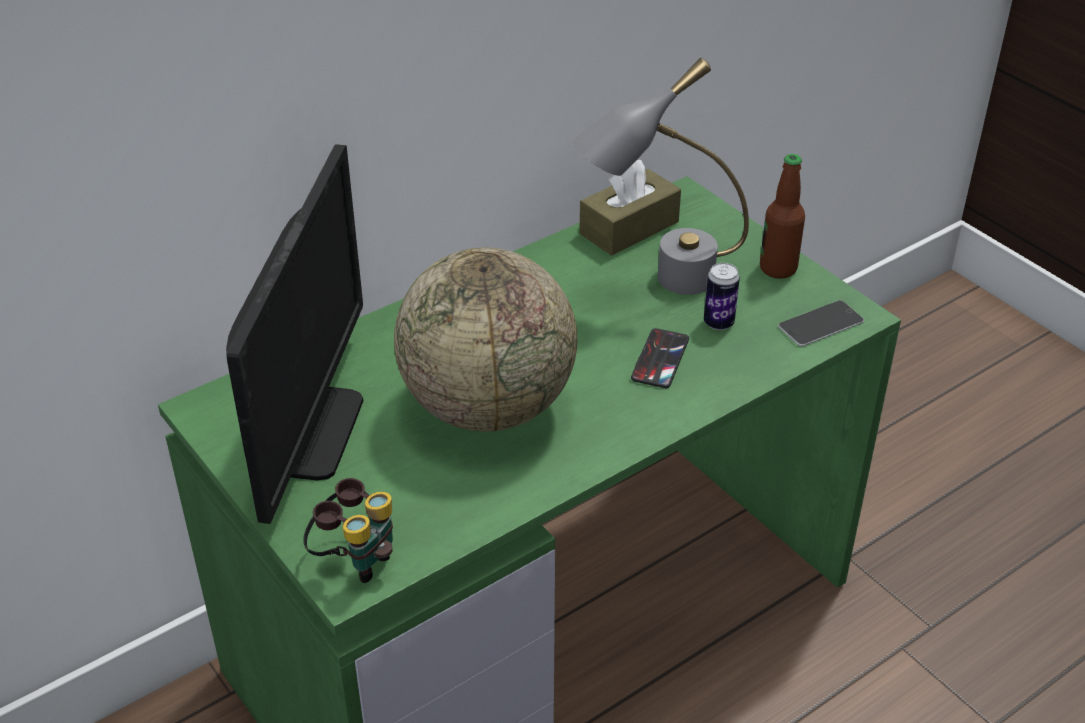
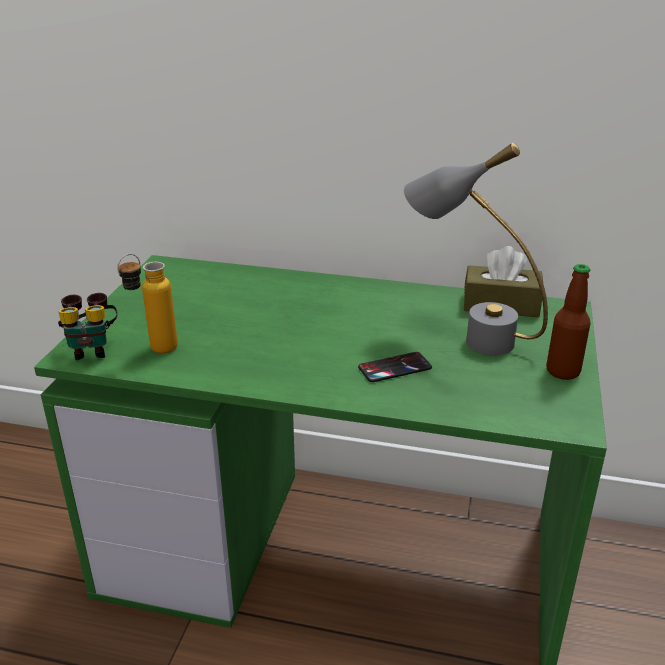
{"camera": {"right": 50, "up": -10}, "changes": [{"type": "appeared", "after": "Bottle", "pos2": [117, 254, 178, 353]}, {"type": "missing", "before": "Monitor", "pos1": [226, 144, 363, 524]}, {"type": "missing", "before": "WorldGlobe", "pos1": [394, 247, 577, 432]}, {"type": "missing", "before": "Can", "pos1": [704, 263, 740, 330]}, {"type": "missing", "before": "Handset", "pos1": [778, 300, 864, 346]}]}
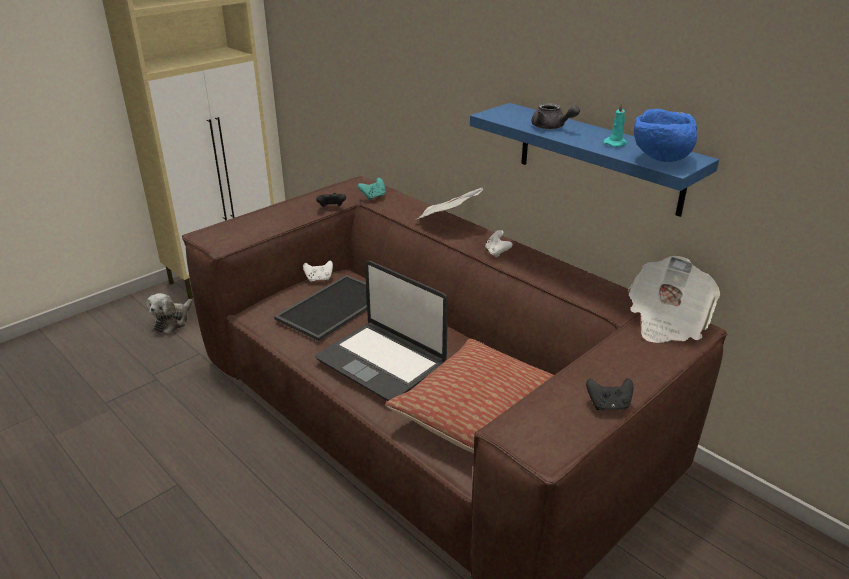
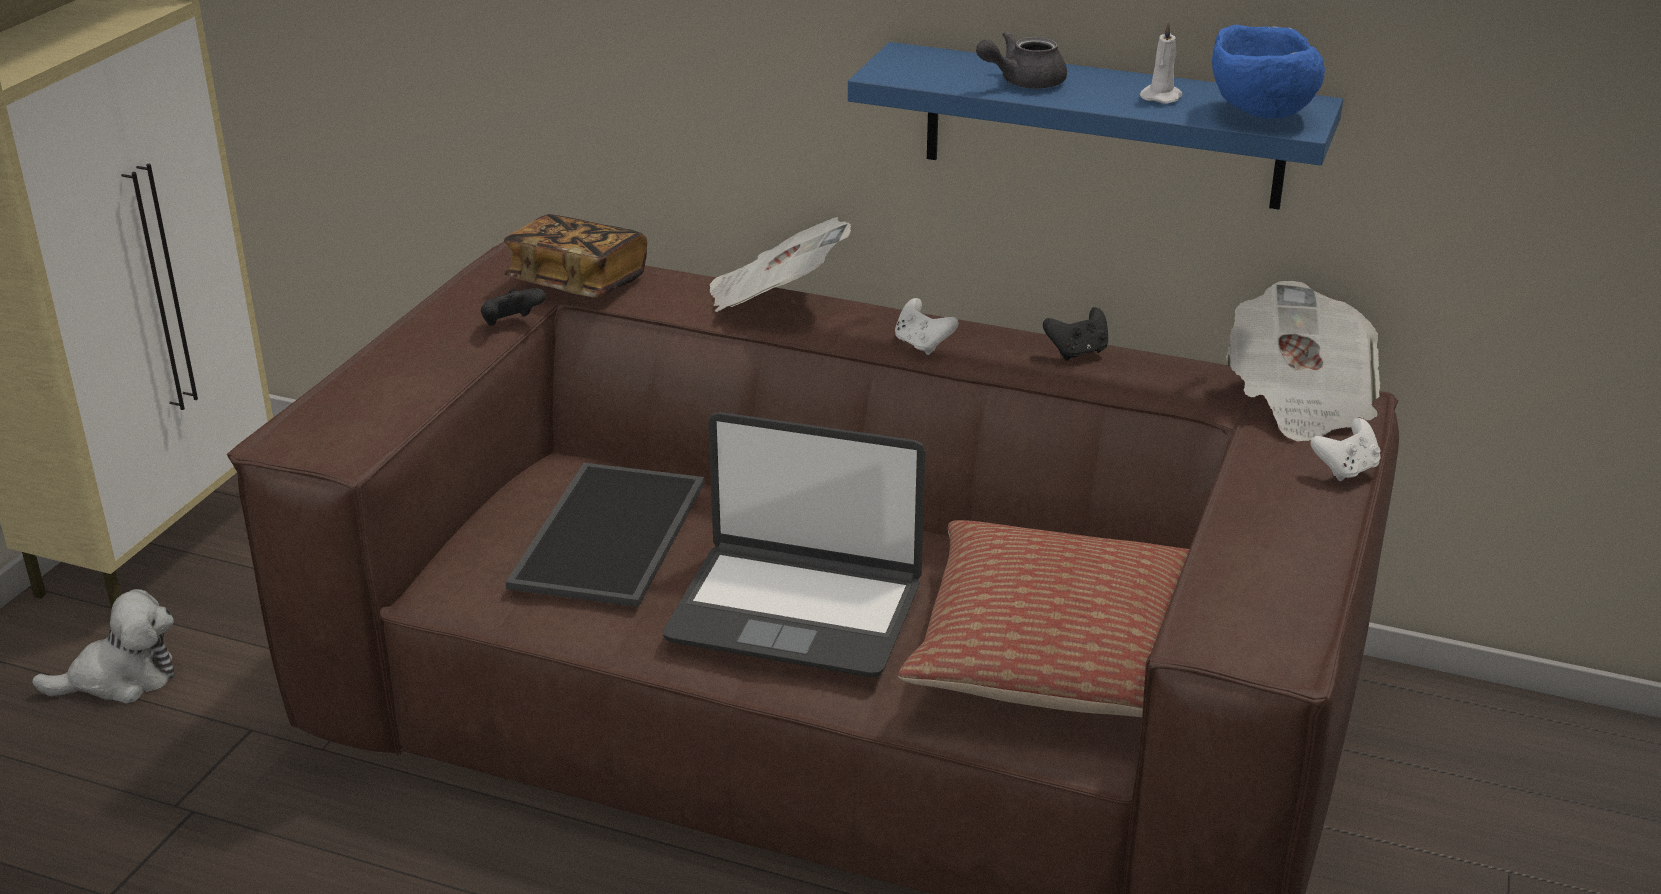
{"camera": {"right": -25, "up": 0}, "changes": [{"type": "spun", "before": "CuddlyToy", "pos1": [147, 293, 193, 334], "pos2": [32, 589, 174, 704], "turn": -105}, {"type": "exchanged", "before": "BlueGreenGameController", "after": "Volume", "pos1": [358, 178, 386, 200], "pos2": [504, 214, 647, 298]}, {"type": "spun", "before": "GrayTeapot", "pos1": [531, 103, 580, 129], "pos2": [976, 31, 1067, 89], "turn": 135}, {"type": "relocated", "before": "BlackGameController", "pos1": [586, 378, 633, 410], "pos2": [1043, 307, 1108, 361]}, {"type": "colour", "before": "BlueGreenWaxLight", "after": "WhiteWaxLight", "pos1": [604, 102, 628, 147], "pos2": [1140, 21, 1182, 104]}, {"type": "relocated", "before": "WhiteGameController", "pos1": [303, 260, 333, 282], "pos2": [1311, 418, 1381, 481]}]}
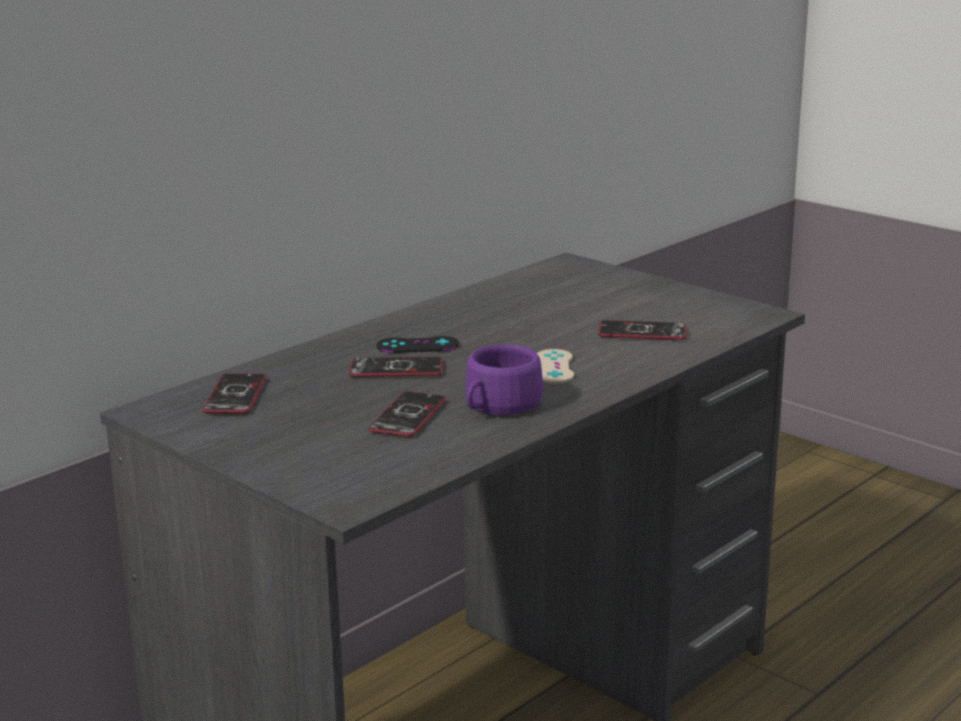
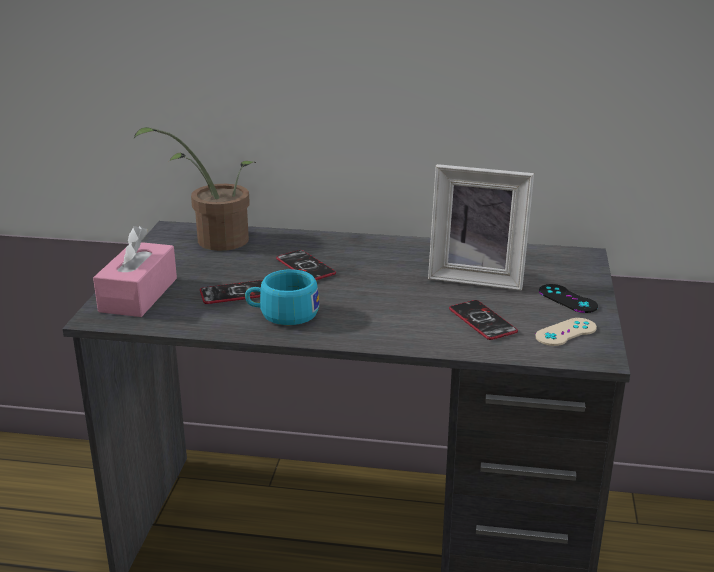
{"camera": {"right": 55, "up": 5}, "changes": [{"type": "appeared", "after": "PinkColouredTissueBox", "pos2": [93, 226, 177, 317]}, {"type": "exchanged", "before": "Handset", "after": "Houseplant", "pos1": [202, 373, 266, 414], "pos2": [134, 127, 256, 251]}, {"type": "colour", "before": "PurplishDrinkingCup", "after": "BlueGreenDrinkingCup", "pos1": [465, 344, 543, 415], "pos2": [245, 269, 319, 325]}, {"type": "appeared", "after": "StandingFrame", "pos2": [428, 164, 534, 291]}, {"type": "relocated", "before": "SandColouredGameController", "pos1": [537, 349, 574, 384], "pos2": [535, 318, 597, 346]}, {"type": "relocated", "before": "BlackGameController", "pos1": [376, 336, 459, 353], "pos2": [539, 284, 598, 313]}]}
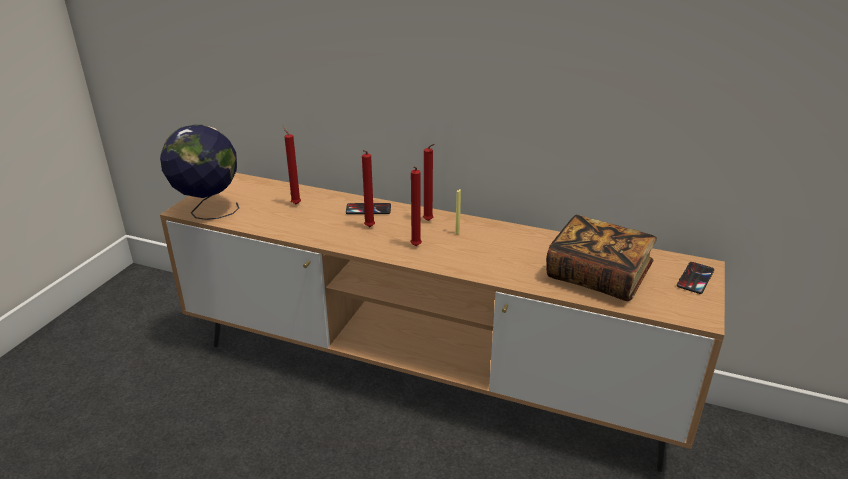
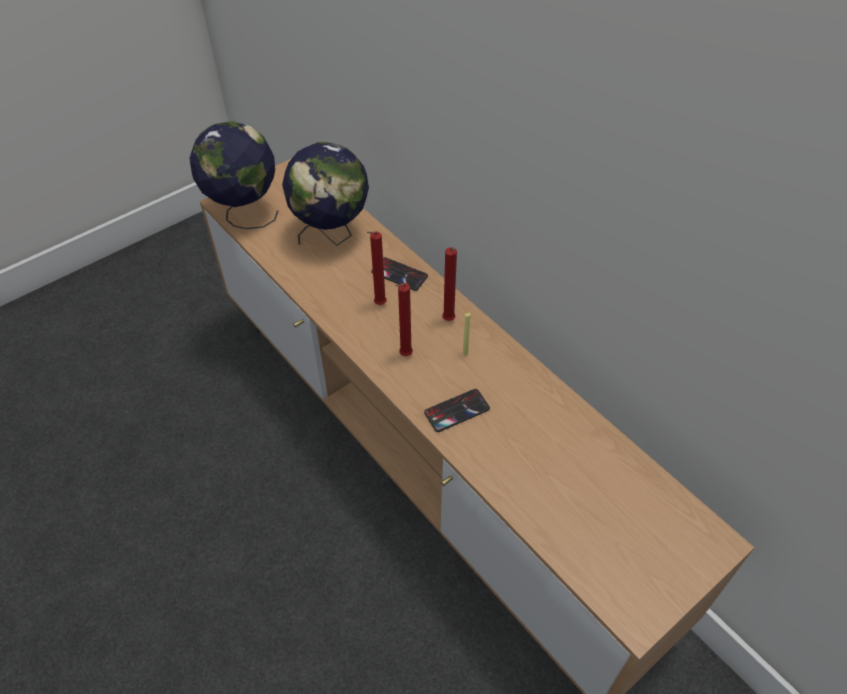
{"camera": {"right": 30, "up": 20}, "changes": [{"type": "exchanged", "before": "RedWaxLight", "after": "WorldGlobe", "pos1": [282, 125, 301, 205], "pos2": [282, 142, 369, 246]}, {"type": "relocated", "before": "Handset", "pos1": [677, 262, 714, 294], "pos2": [424, 389, 490, 432]}, {"type": "missing", "before": "Volume", "pos1": [546, 214, 657, 301]}]}
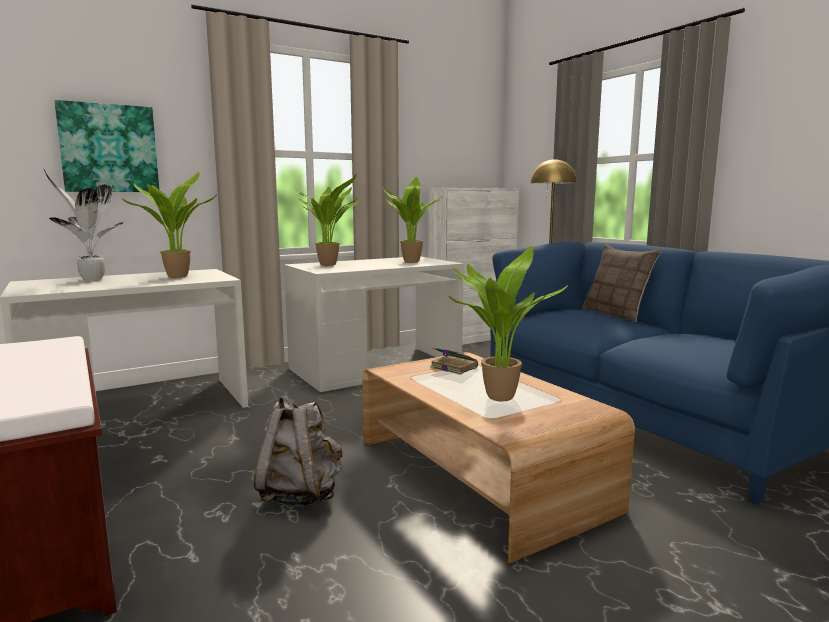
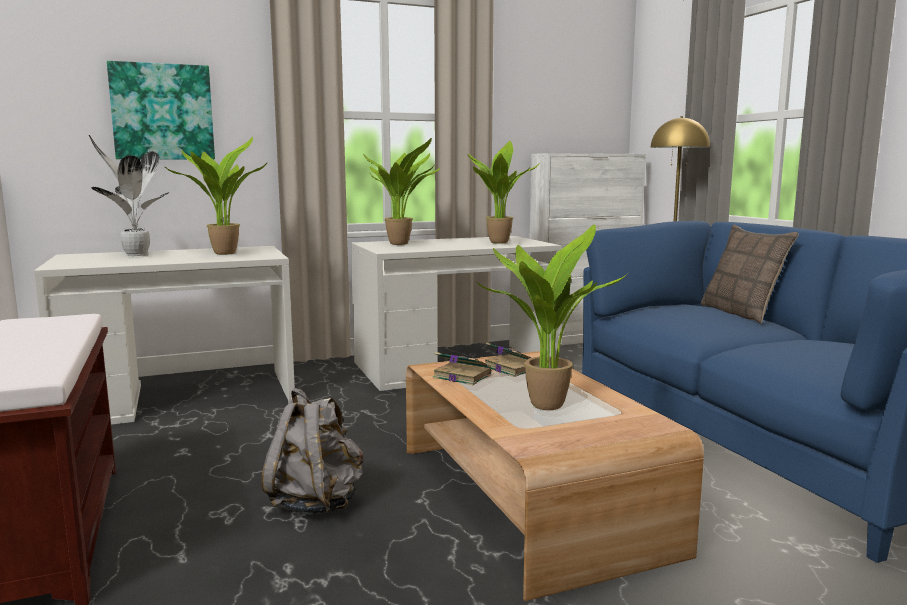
{"camera": {"right": 10, "up": 0}, "changes": [{"type": "appeared", "after": "Volume", "pos2": [433, 352, 491, 385]}]}
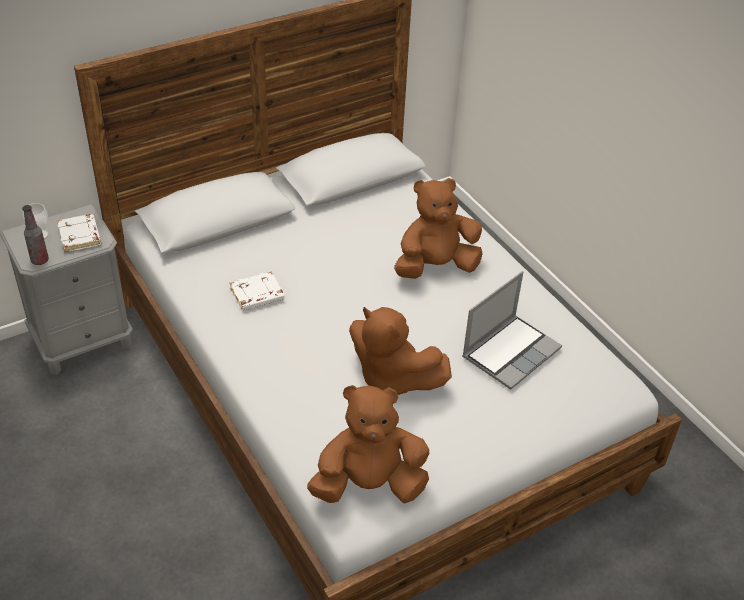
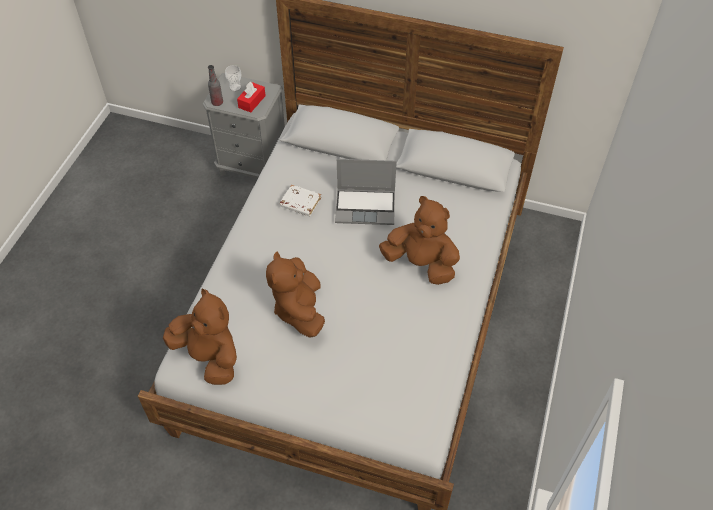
{"camera": {"right": 50, "up": 10}, "changes": [{"type": "exchanged", "before": "WhiteVolume", "after": "RedTissueBox", "pos1": [57, 214, 101, 252], "pos2": [237, 82, 266, 113]}, {"type": "relocated", "before": "PortableComputer", "pos1": [462, 271, 562, 390], "pos2": [335, 159, 397, 225]}]}
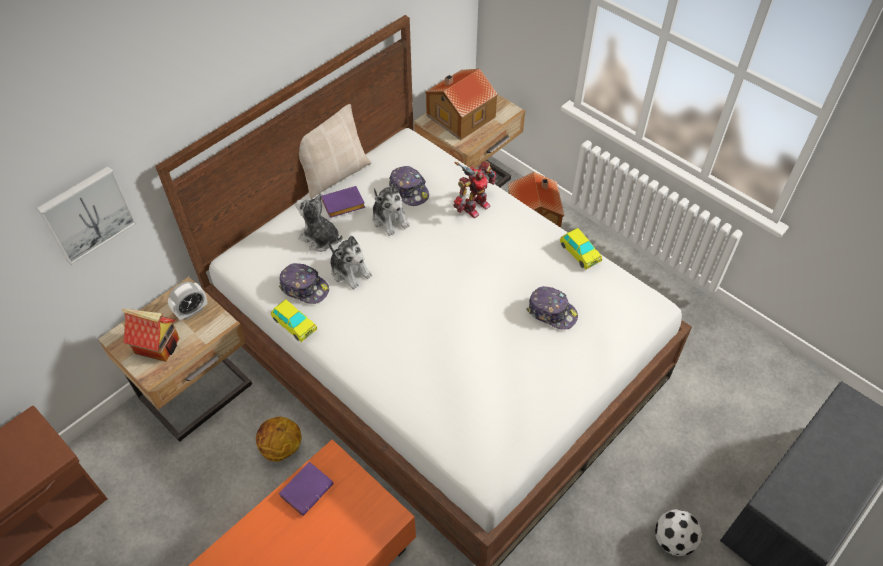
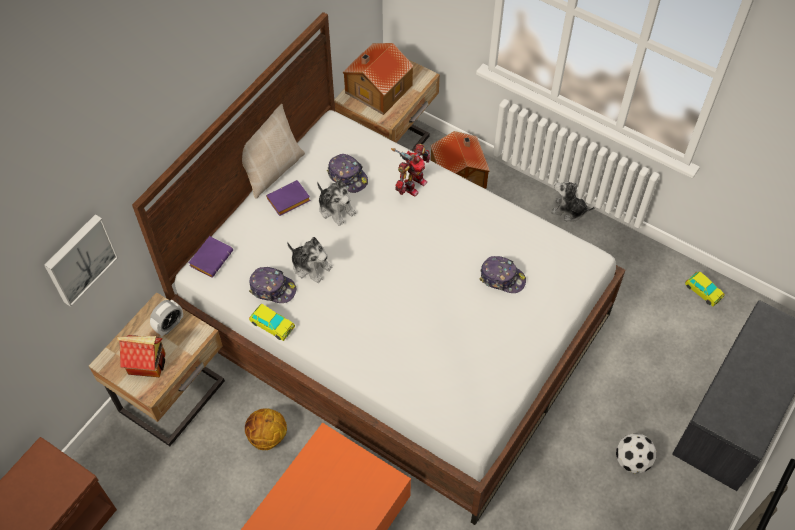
{"camera": {"right": -10, "up": 5}, "changes": [{"type": "relocated", "before": "PurplishVolume", "pos1": [279, 462, 334, 516], "pos2": [189, 236, 233, 278]}, {"type": "relocated", "before": "CuddlyToy", "pos1": [296, 193, 342, 252], "pos2": [551, 181, 595, 222]}, {"type": "relocated", "before": "ModelCar", "pos1": [560, 228, 602, 269], "pos2": [685, 271, 725, 306]}]}
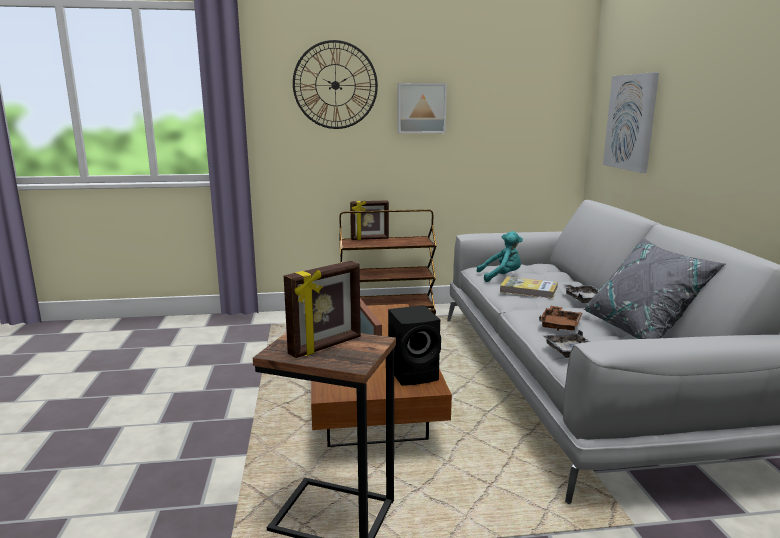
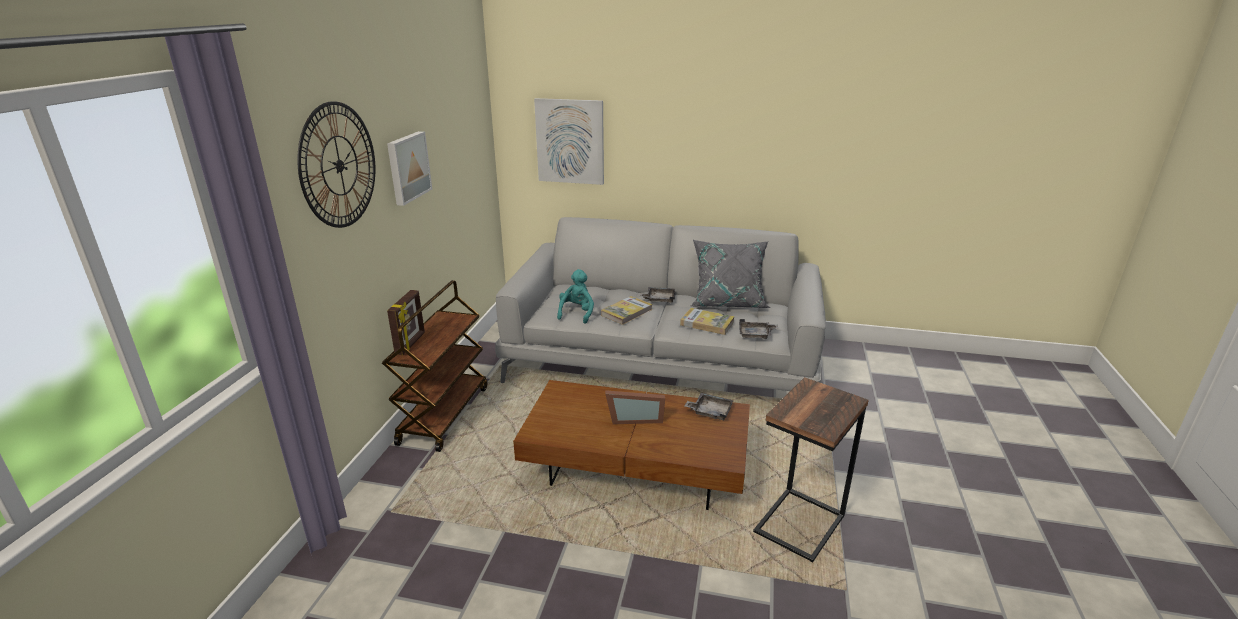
{"camera": {"right": -70, "up": 10}, "changes": [{"type": "exchanged", "before": "BrownishTray", "after": "Volume", "pos1": [539, 306, 582, 331], "pos2": [680, 308, 734, 335]}, {"type": "exchanged", "before": "BlackLoudspeaker", "after": "GrayTray", "pos1": [388, 305, 441, 386], "pos2": [685, 393, 734, 420]}, {"type": "missing", "before": "StandingFrame", "pos1": [284, 261, 361, 358]}]}
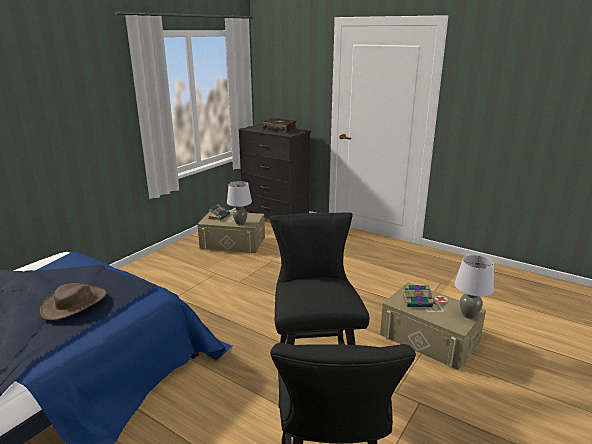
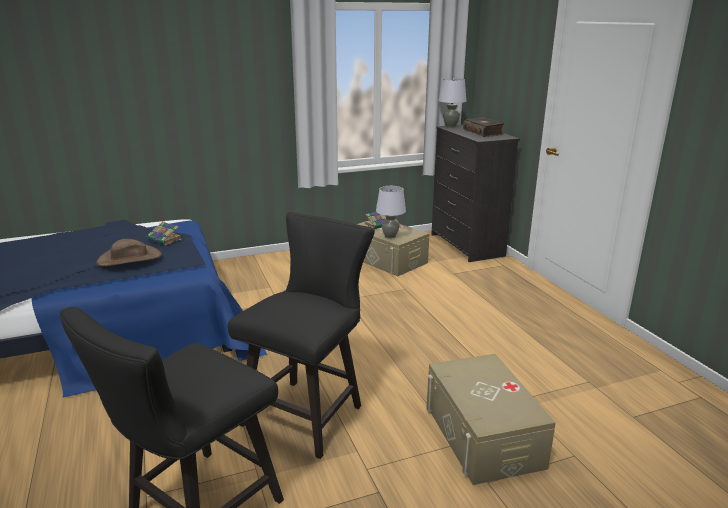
{"camera": {"right": 35, "up": 0}, "changes": [{"type": "relocated", "before": "Volume", "pos1": [402, 285, 436, 307], "pos2": [147, 221, 182, 246]}, {"type": "relocated", "before": "GrayLampForATable", "pos1": [455, 255, 494, 319], "pos2": [438, 78, 466, 128]}]}
